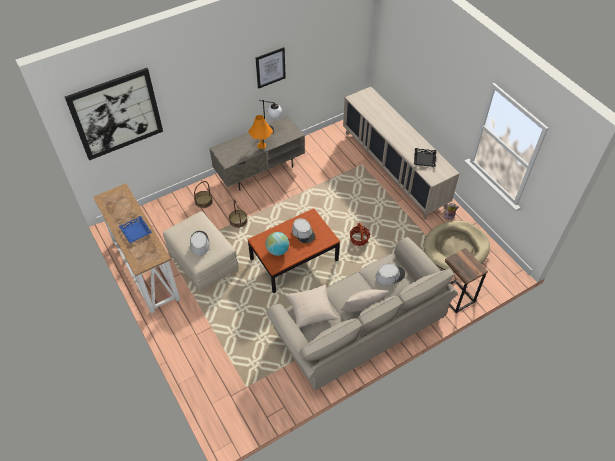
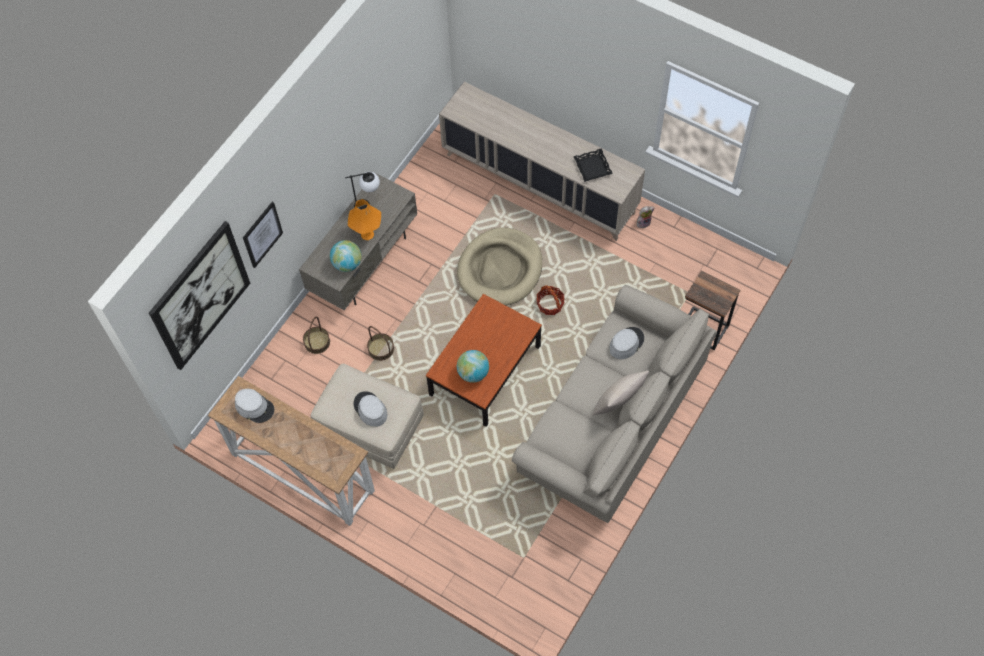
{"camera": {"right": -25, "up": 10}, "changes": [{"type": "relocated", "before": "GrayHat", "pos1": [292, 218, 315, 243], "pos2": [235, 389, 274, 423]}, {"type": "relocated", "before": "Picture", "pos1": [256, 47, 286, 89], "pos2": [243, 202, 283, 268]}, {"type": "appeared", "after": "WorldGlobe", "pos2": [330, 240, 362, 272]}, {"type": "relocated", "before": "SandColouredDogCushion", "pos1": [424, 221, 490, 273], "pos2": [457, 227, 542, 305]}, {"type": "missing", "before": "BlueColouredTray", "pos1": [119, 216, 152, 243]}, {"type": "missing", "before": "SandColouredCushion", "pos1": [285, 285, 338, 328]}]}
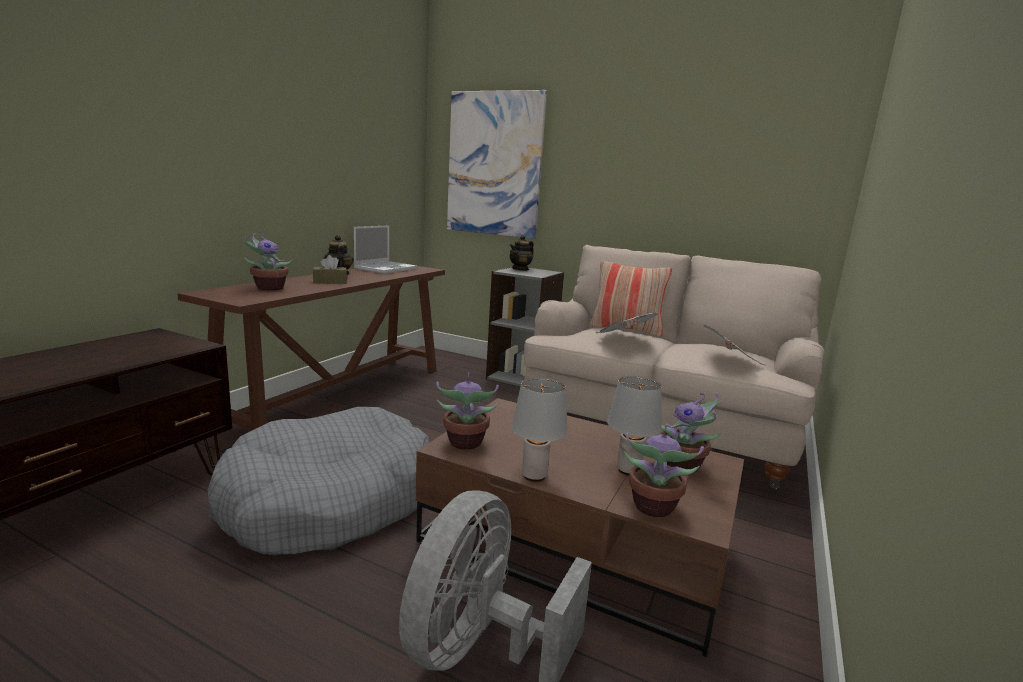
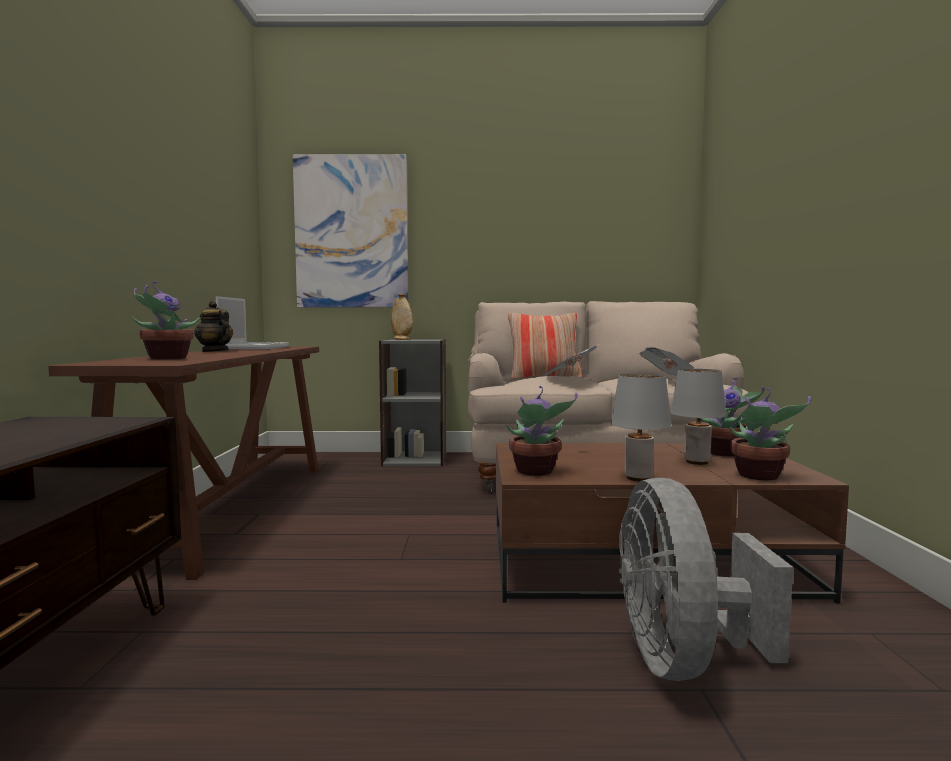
{"camera": {"right": -25, "up": -10}, "changes": [{"type": "exchanged", "before": "Teapot", "after": "SandColouredVase", "pos1": [510, 235, 534, 271], "pos2": [391, 294, 413, 340]}, {"type": "missing", "before": "GrayDogCushion", "pos1": [208, 407, 430, 555]}, {"type": "missing", "before": "BrownishTissueBox", "pos1": [313, 255, 347, 284]}]}
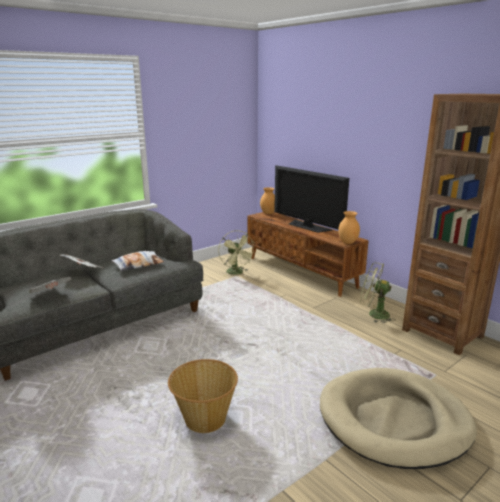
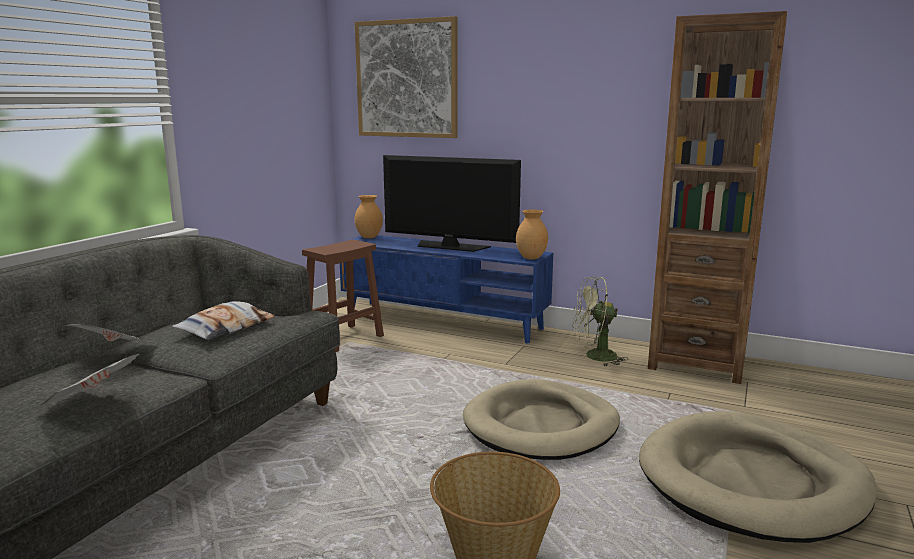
{"camera": {"right": -25, "up": -5}, "changes": [{"type": "exchanged", "before": "GreenishCoolingFan", "after": "BrownishStoolSeat", "pos1": [218, 230, 255, 276], "pos2": [302, 239, 384, 352]}, {"type": "colour", "before": "BrownishTvStand", "after": "BlueColouredTvStand", "pos1": [248, 212, 369, 297], "pos2": [340, 235, 553, 343]}, {"type": "appeared", "after": "Picture", "pos2": [355, 16, 458, 138]}, {"type": "appeared", "after": "SandColouredDogCushion", "pos2": [463, 379, 620, 460]}]}
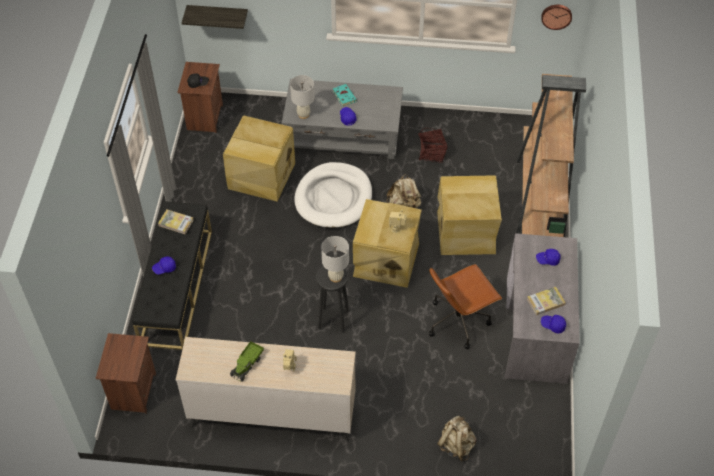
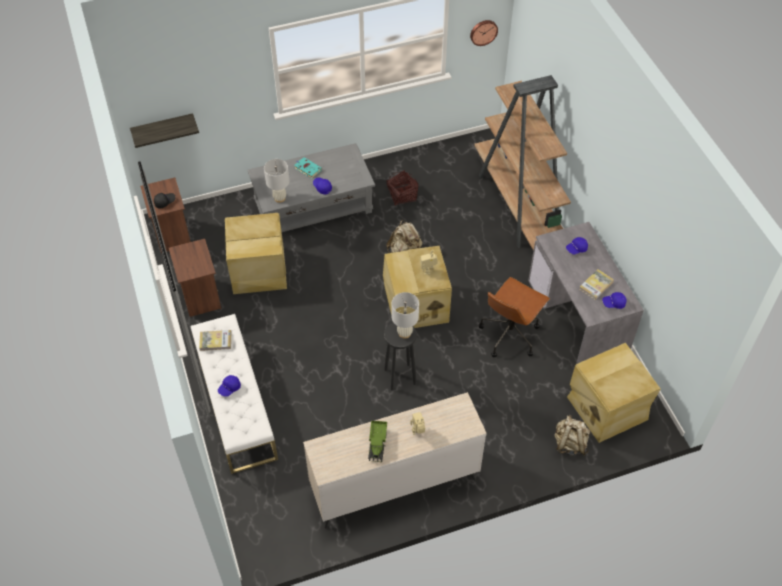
{"camera": {"right": -25, "up": 0}, "changes": [{"type": "relocated", "before": "BrownishBedsideTable", "pos1": [96, 333, 156, 414], "pos2": [169, 239, 221, 317]}, {"type": "colour", "before": "BlackBench", "after": "WhiteBench", "pos1": [132, 201, 212, 350], "pos2": [191, 314, 278, 474]}, {"type": "relocated", "before": "SandColouredStorageContainer", "pos1": [437, 175, 502, 255], "pos2": [567, 343, 661, 443]}, {"type": "missing", "before": "WhiteDogCushion", "pos1": [294, 162, 372, 229]}]}
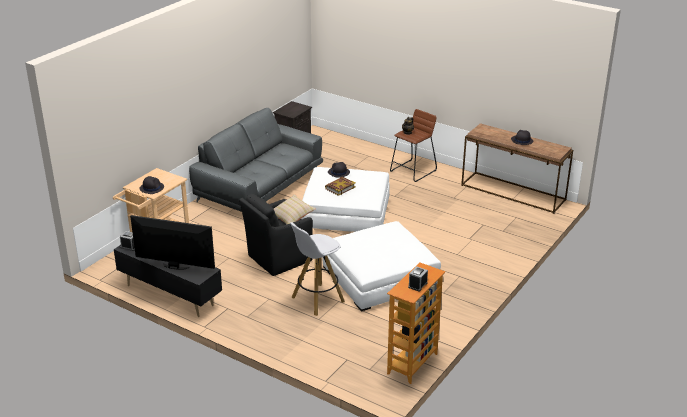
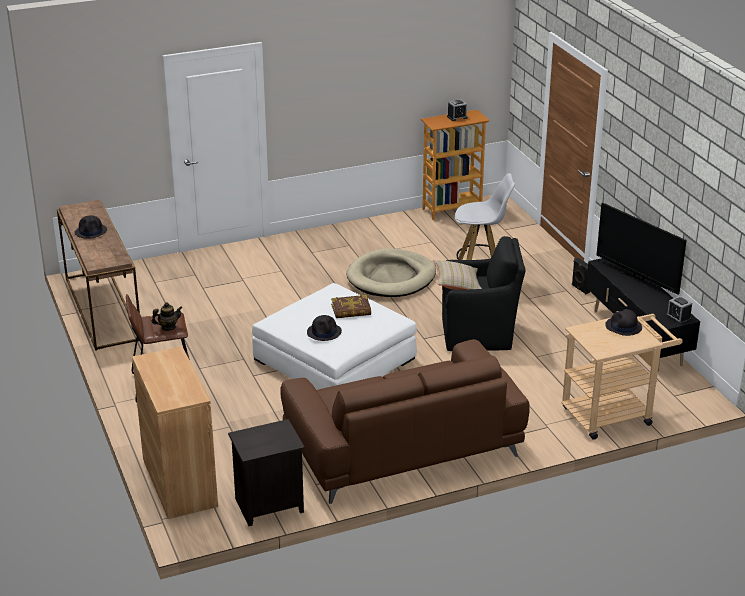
{"camera": {"right": -145, "up": 0}, "changes": [{"type": "appeared", "after": "BrownishCupboard", "pos2": [132, 346, 218, 519]}, {"type": "colour", "before": "GrayCouch", "after": "BrownishCouch", "pos1": [189, 108, 323, 212], "pos2": [280, 339, 529, 504]}, {"type": "exchanged", "before": "WhiteOttoman", "after": "SandColouredDogCushion", "pos1": [323, 221, 441, 312], "pos2": [346, 248, 436, 297]}, {"type": "appeared", "after": "BlackLoudspeaker", "pos2": [572, 258, 590, 294]}]}
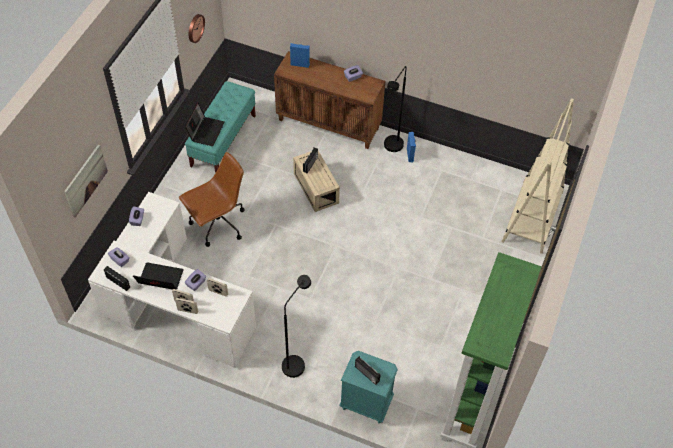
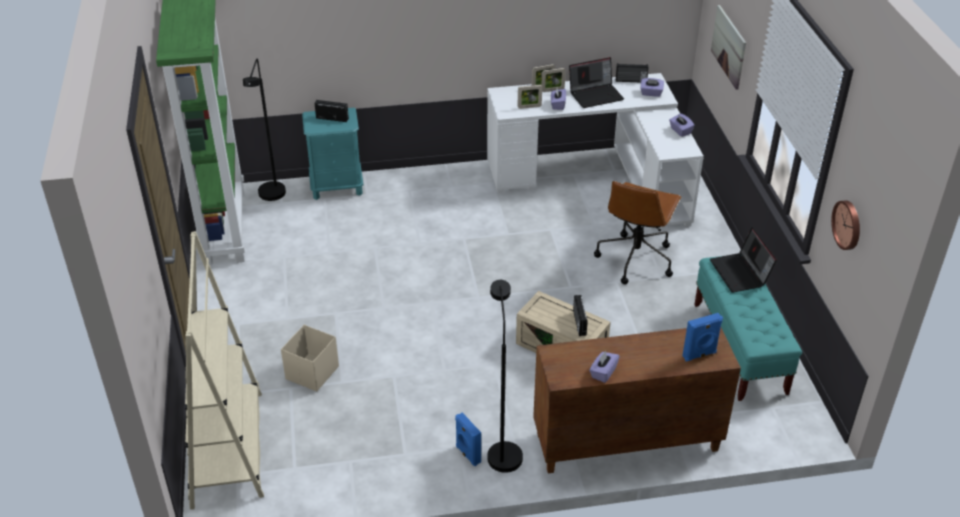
{"camera": {"right": 150, "up": -15}, "changes": [{"type": "relocated", "before": "BlackStandardLamp", "pos1": [282, 275, 311, 378], "pos2": [243, 59, 286, 201]}, {"type": "appeared", "after": "SandColouredStorageContainer", "pos2": [281, 325, 339, 392]}]}
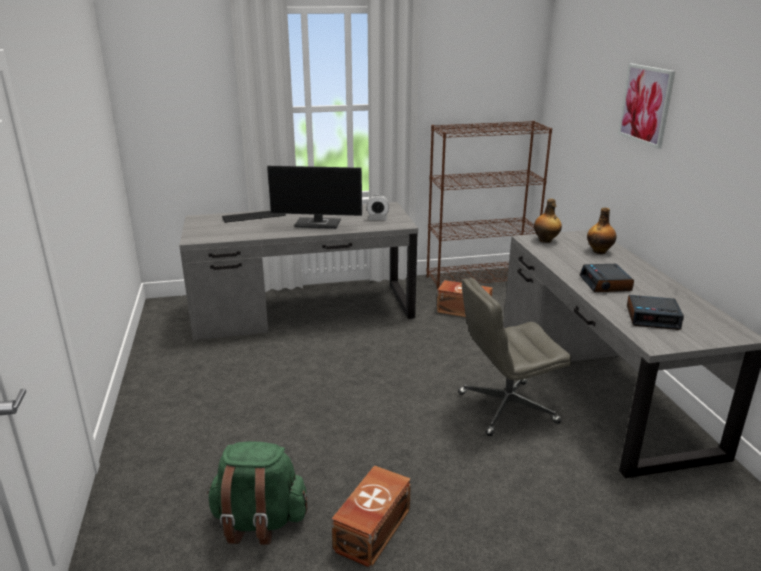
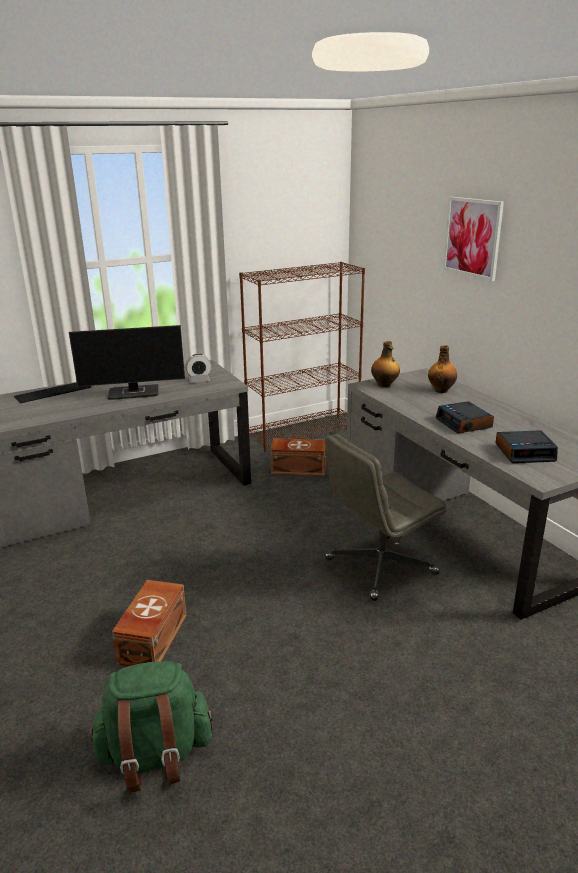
{"camera": {"right": -15, "up": 0}, "changes": [{"type": "relocated", "before": "BrownishStorageContainer", "pos1": [332, 465, 411, 568], "pos2": [112, 580, 187, 666]}]}
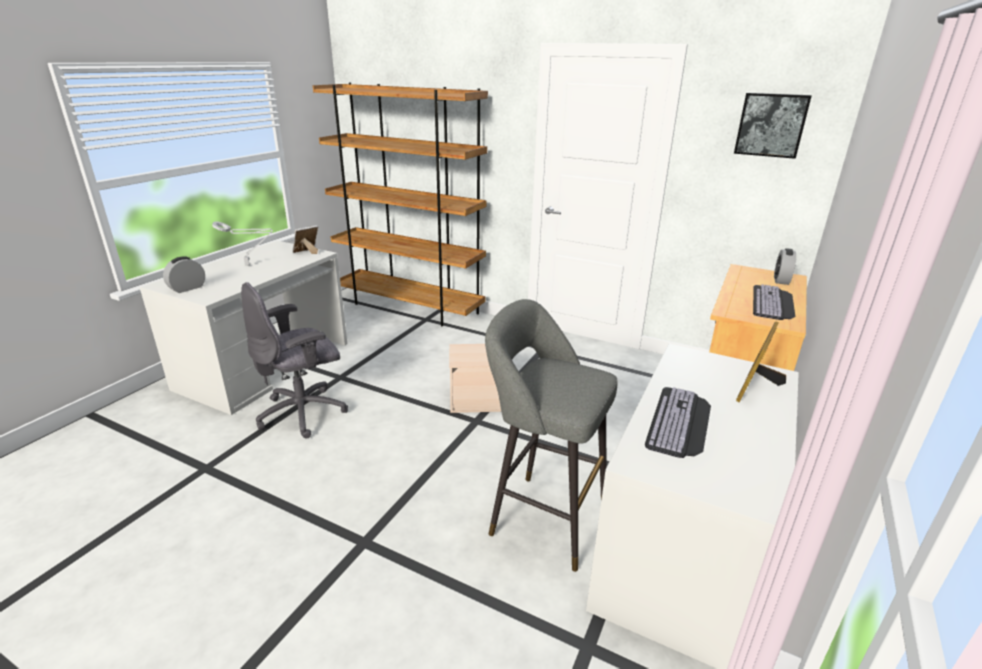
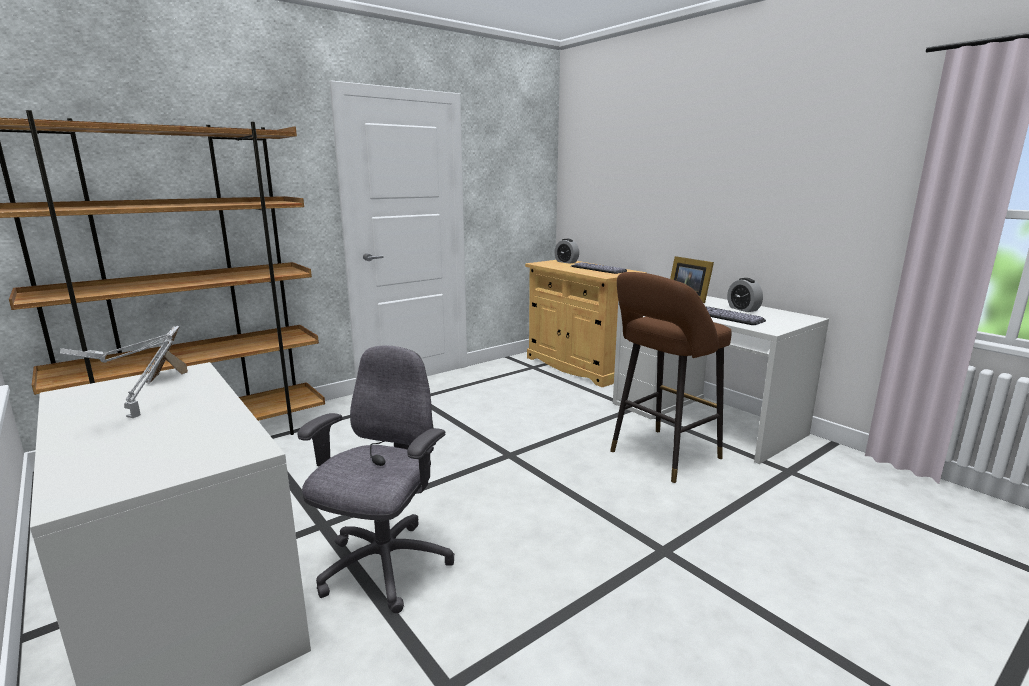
{"camera": {"right": -65, "up": -10}, "changes": [{"type": "spun", "before": "GrayComputerChair", "pos1": [241, 282, 348, 439], "pos2": [297, 346, 454, 613], "turn": -150}, {"type": "colour", "before": "GrayStoolSeat", "after": "BrownishStoolSeat", "pos1": [485, 299, 618, 572], "pos2": [610, 272, 732, 483]}, {"type": "relocated", "before": "TableClock", "pos1": [163, 256, 205, 293], "pos2": [727, 278, 763, 312]}, {"type": "missing", "before": "SandColouredStorageContainer", "pos1": [449, 344, 501, 413]}, {"type": "missing", "before": "Picture", "pos1": [734, 93, 812, 159]}]}
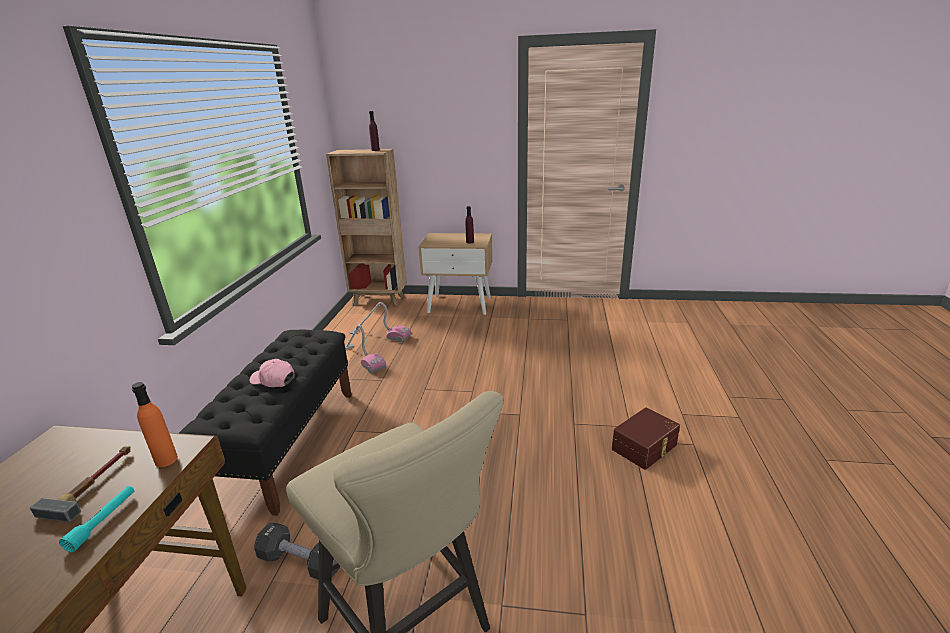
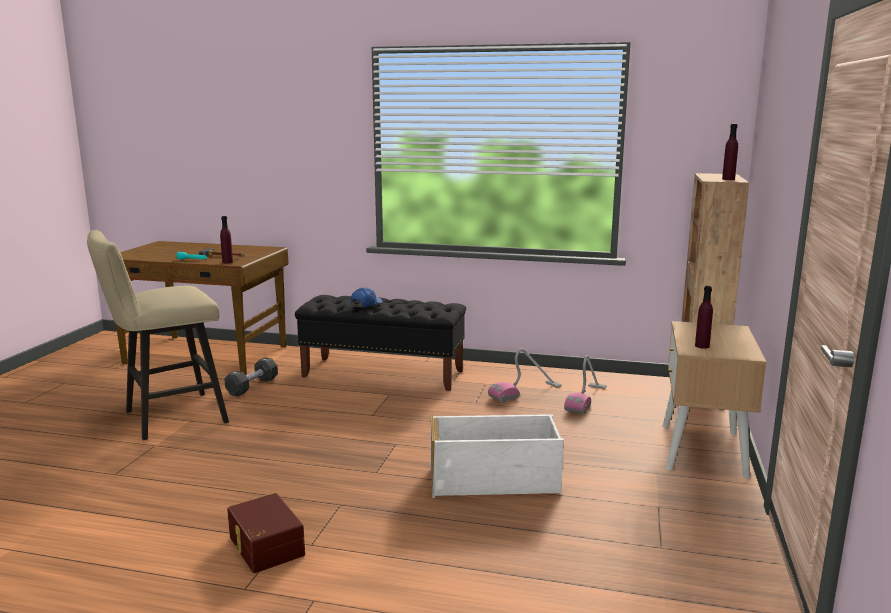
{"camera": {"right": 95, "up": -10}, "changes": [{"type": "colour", "before": "OrangeyBottle", "after": "PurplishBottle", "pos1": [132, 382, 178, 467], "pos2": [220, 216, 233, 263]}, {"type": "colour", "before": "PinkColouredPeakedCap", "after": "BlueColouredPeakedCap", "pos1": [249, 359, 294, 387], "pos2": [351, 288, 383, 307]}, {"type": "appeared", "after": "WhiteStorageContainer", "pos2": [431, 413, 564, 498]}]}
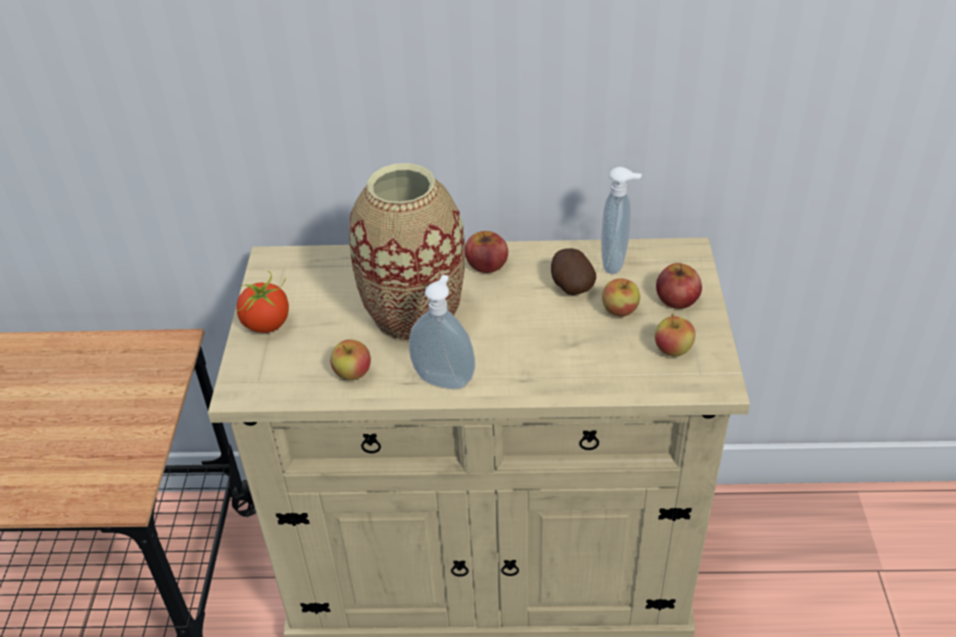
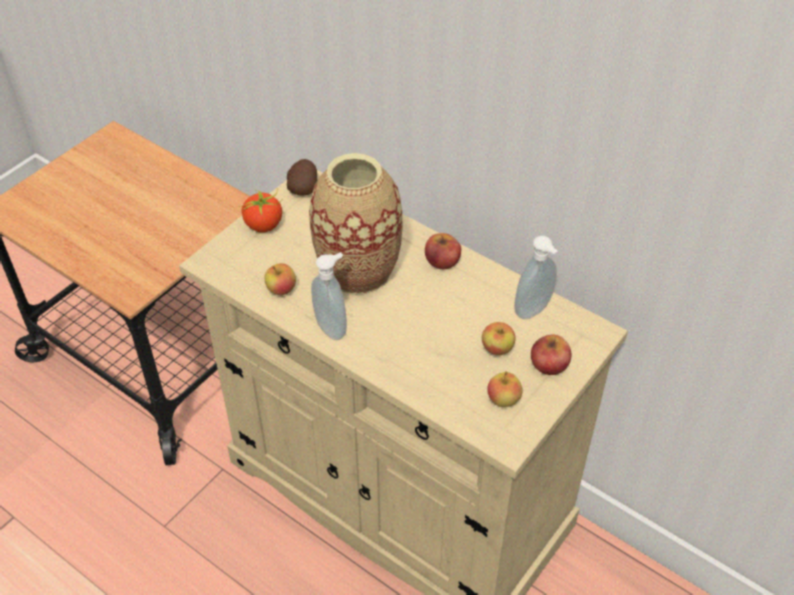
{"camera": {"right": 35, "up": 5}, "changes": [{"type": "relocated", "before": "Potato", "pos1": [551, 248, 596, 295], "pos2": [287, 159, 317, 196]}]}
